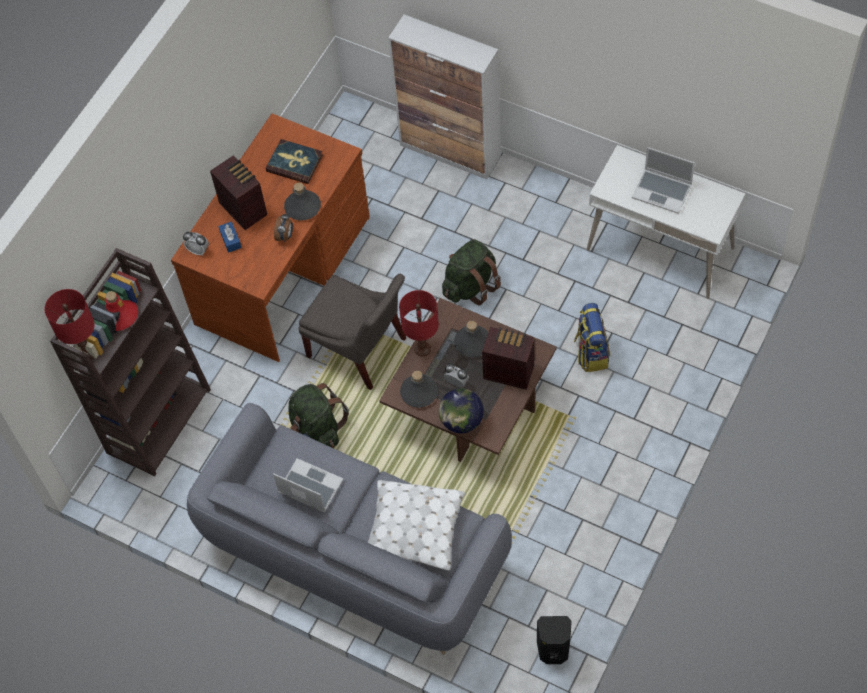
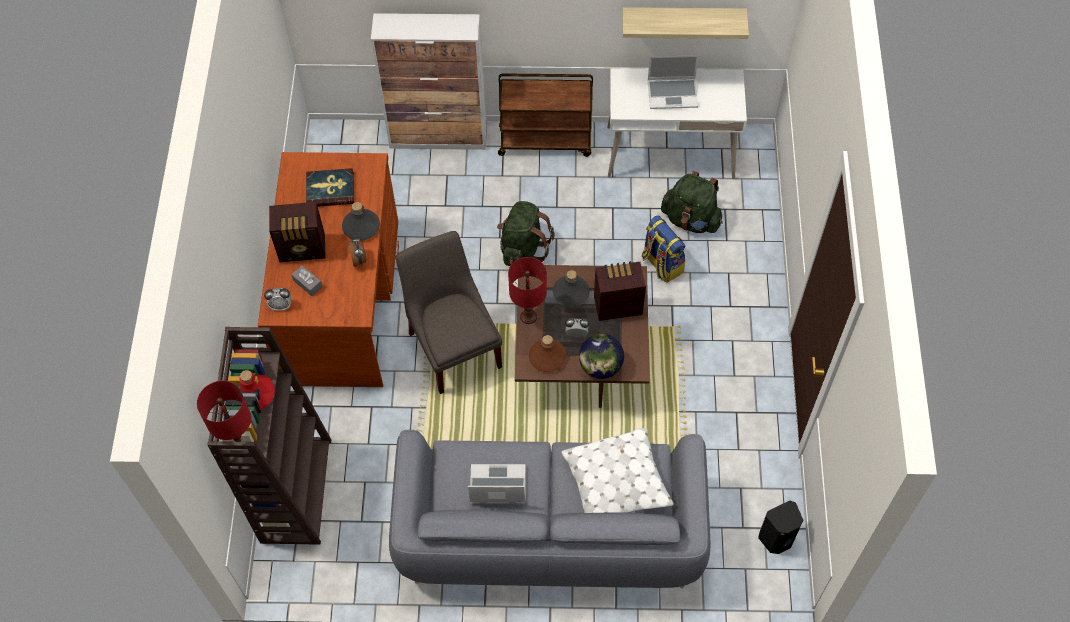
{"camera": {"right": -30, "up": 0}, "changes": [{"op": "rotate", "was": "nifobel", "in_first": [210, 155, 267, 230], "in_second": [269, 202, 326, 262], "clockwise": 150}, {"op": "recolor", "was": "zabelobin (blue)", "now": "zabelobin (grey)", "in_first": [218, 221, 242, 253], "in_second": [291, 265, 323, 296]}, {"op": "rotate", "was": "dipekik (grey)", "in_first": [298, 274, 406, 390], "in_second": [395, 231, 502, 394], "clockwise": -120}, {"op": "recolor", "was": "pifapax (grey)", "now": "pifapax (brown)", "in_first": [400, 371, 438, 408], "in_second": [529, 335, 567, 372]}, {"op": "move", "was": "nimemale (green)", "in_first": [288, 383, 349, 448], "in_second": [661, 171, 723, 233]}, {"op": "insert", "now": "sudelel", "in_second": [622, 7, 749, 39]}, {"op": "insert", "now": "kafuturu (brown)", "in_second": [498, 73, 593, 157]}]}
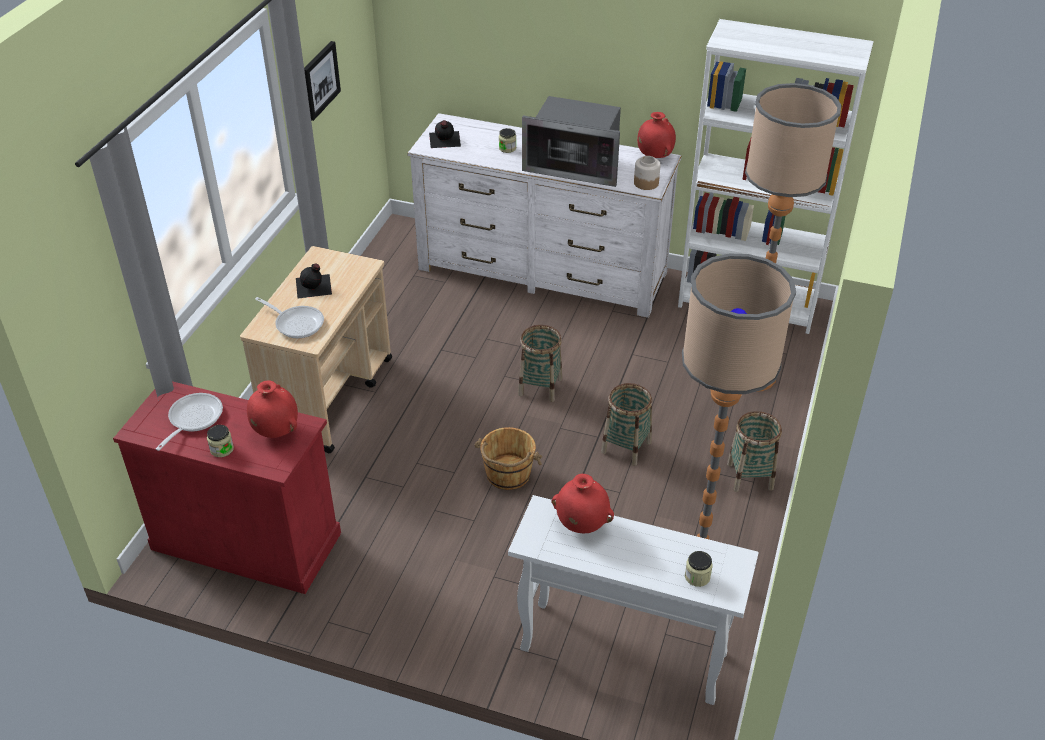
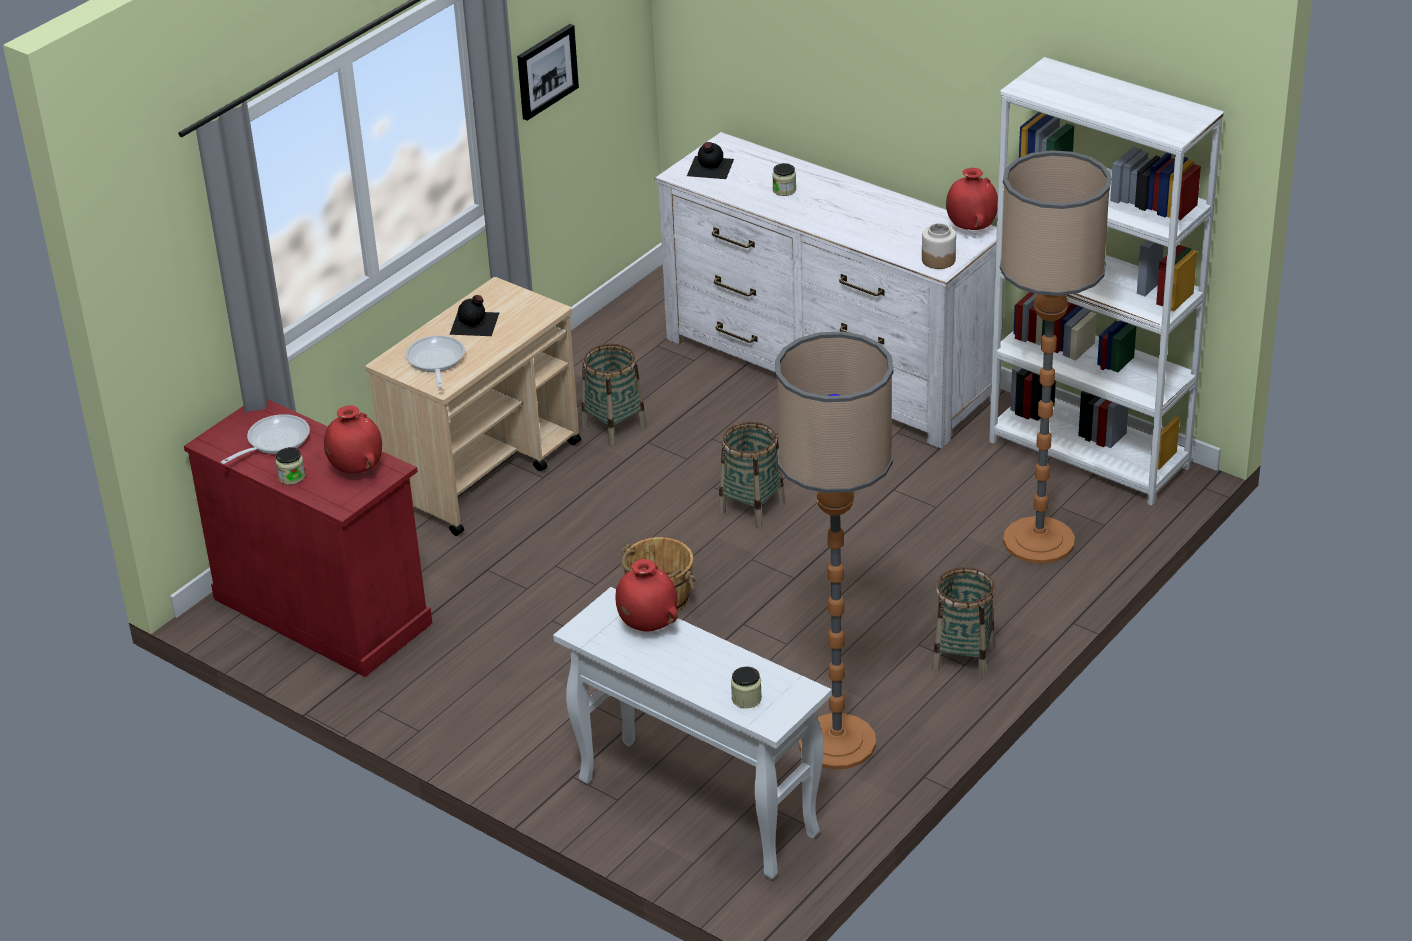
{"camera": {"right": 20, "up": -5}, "changes": [{"op": "delete", "was": "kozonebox", "in_first": [522, 96, 621, 187]}, {"op": "rotate", "was": "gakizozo", "in_first": [255, 297, 324, 338], "in_second": [406, 336, 465, 388], "clockwise": -150}, {"op": "move", "was": "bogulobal", "in_first": [601, 383, 652, 466], "in_second": [582, 344, 647, 446]}]}
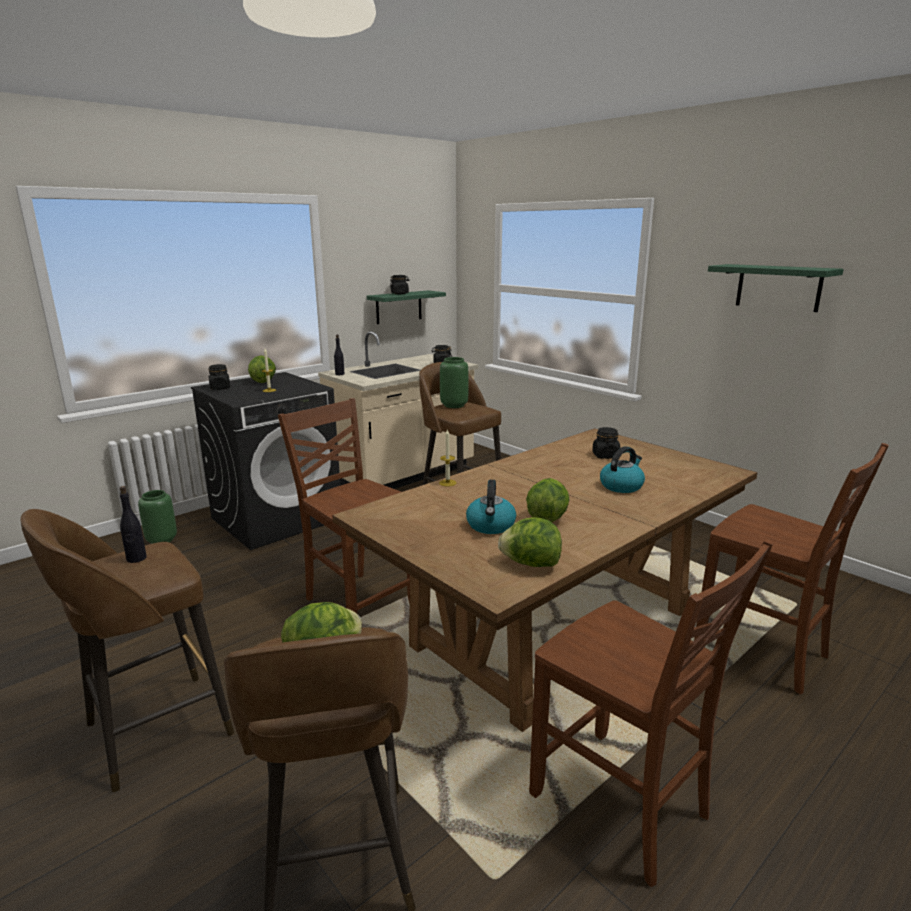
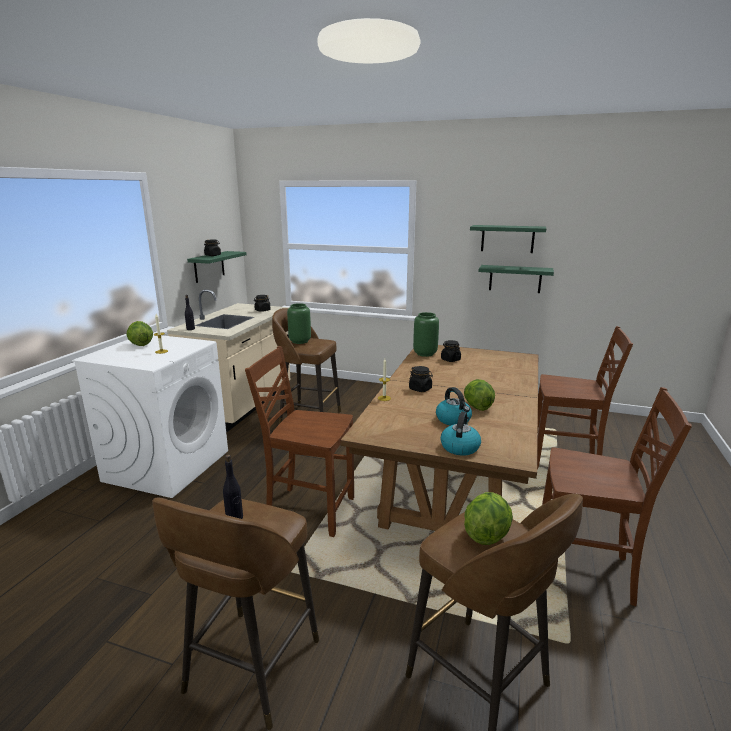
{"camera": {"right": -30, "up": 0}, "changes": [{"op": "move", "was": "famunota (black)", "in_first": [208, 364, 230, 390], "in_second": [409, 366, 433, 392]}, {"op": "recolor", "was": "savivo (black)", "now": "savivo (white)", "in_first": [191, 372, 341, 550], "in_second": [72, 335, 228, 498]}, {"op": "move", "was": "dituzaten", "in_first": [600, 446, 645, 493], "in_second": [440, 412, 481, 456]}, {"op": "move", "was": "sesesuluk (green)", "in_first": [138, 490, 177, 544], "in_second": [413, 312, 439, 357]}, {"op": "delete", "was": "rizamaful", "in_first": [498, 518, 562, 567]}, {"op": "insert", "now": "sudelel (green)", "in_second": [478, 265, 554, 293]}]}
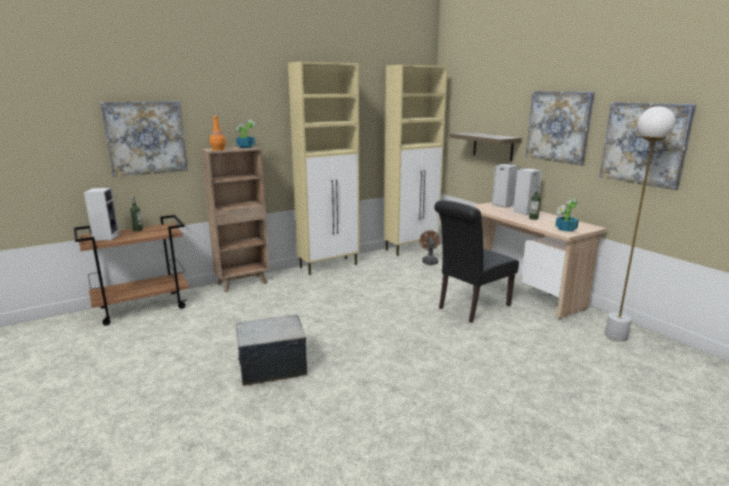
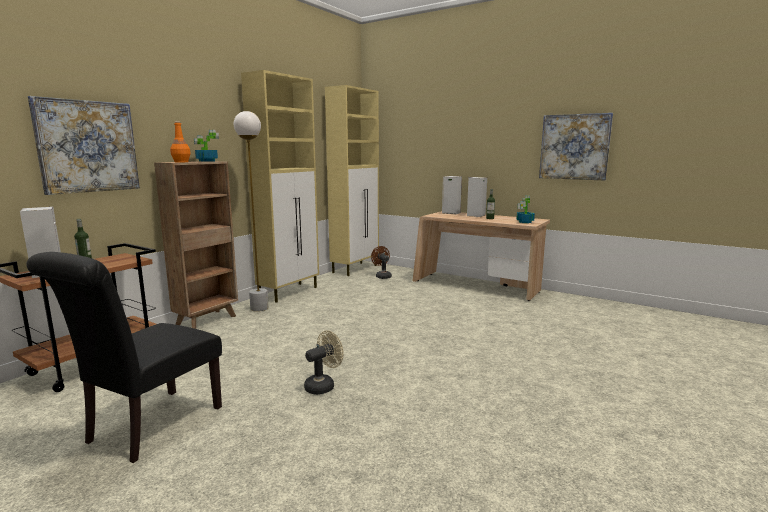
{"camera": {"right": -25, "up": -5}, "changes": [{"op": "delete", "was": "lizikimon", "in_first": [526, 91, 595, 166]}, {"op": "move", "was": "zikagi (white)", "in_first": [605, 106, 676, 342], "in_second": [234, 111, 269, 312]}, {"op": "delete", "was": "sudelel", "in_first": [450, 132, 521, 161]}, {"op": "move", "was": "dipekik (black)", "in_first": [434, 200, 519, 323], "in_second": [26, 252, 222, 463]}, {"op": "replace", "was": "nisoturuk", "now": "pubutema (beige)", "in_first": [236, 315, 307, 386], "in_second": [304, 331, 344, 395]}]}
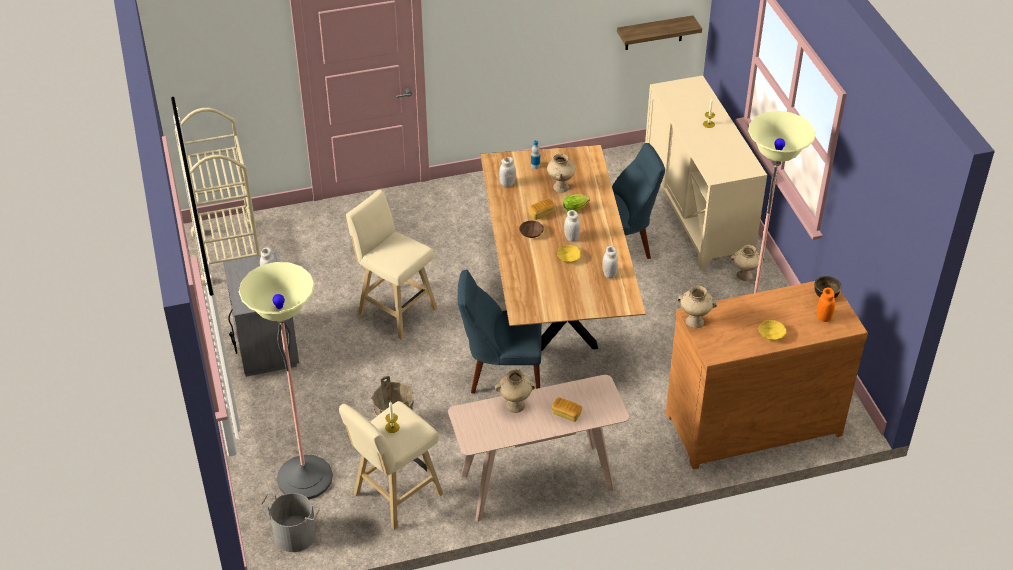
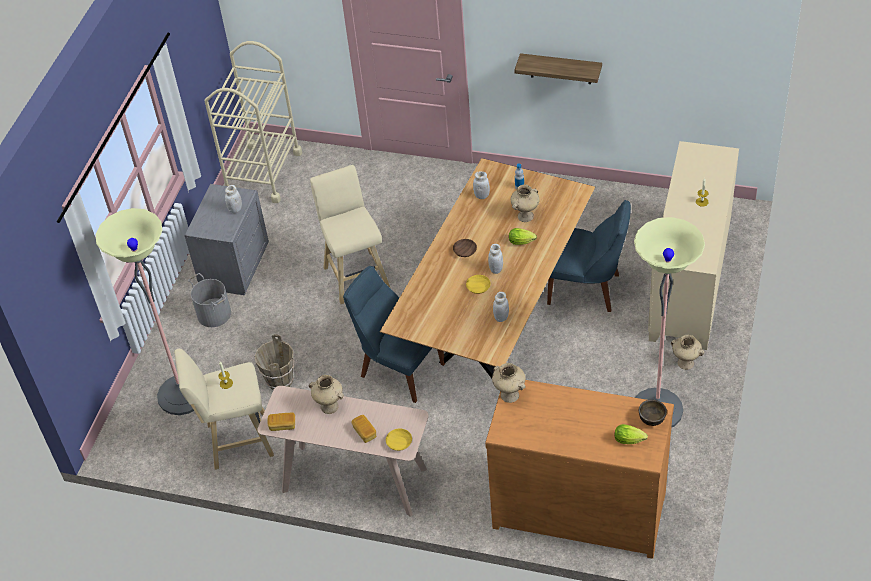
{"camera": {"right": 35, "up": 5}, "changes": [{"op": "move", "was": "sudelel", "in_first": [617, 15, 702, 50], "in_second": [514, 53, 602, 84]}, {"op": "move", "was": "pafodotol", "in_first": [528, 199, 555, 220], "in_second": [267, 413, 295, 431]}, {"op": "replace", "was": "famunota (orange)", "now": "rizamaful", "in_first": [817, 288, 835, 322], "in_second": [615, 424, 648, 444]}, {"op": "move", "was": "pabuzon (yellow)", "in_first": [759, 320, 786, 341], "in_second": [386, 428, 412, 451]}, {"op": "move", "was": "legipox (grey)", "in_first": [261, 493, 320, 552], "in_second": [188, 273, 231, 327]}]}
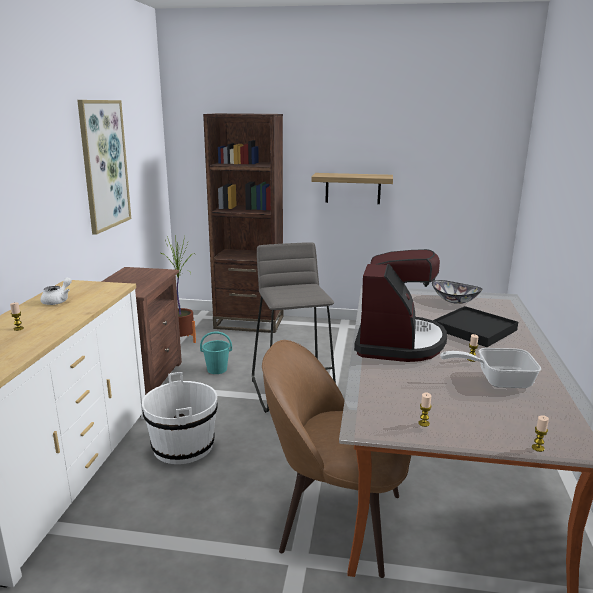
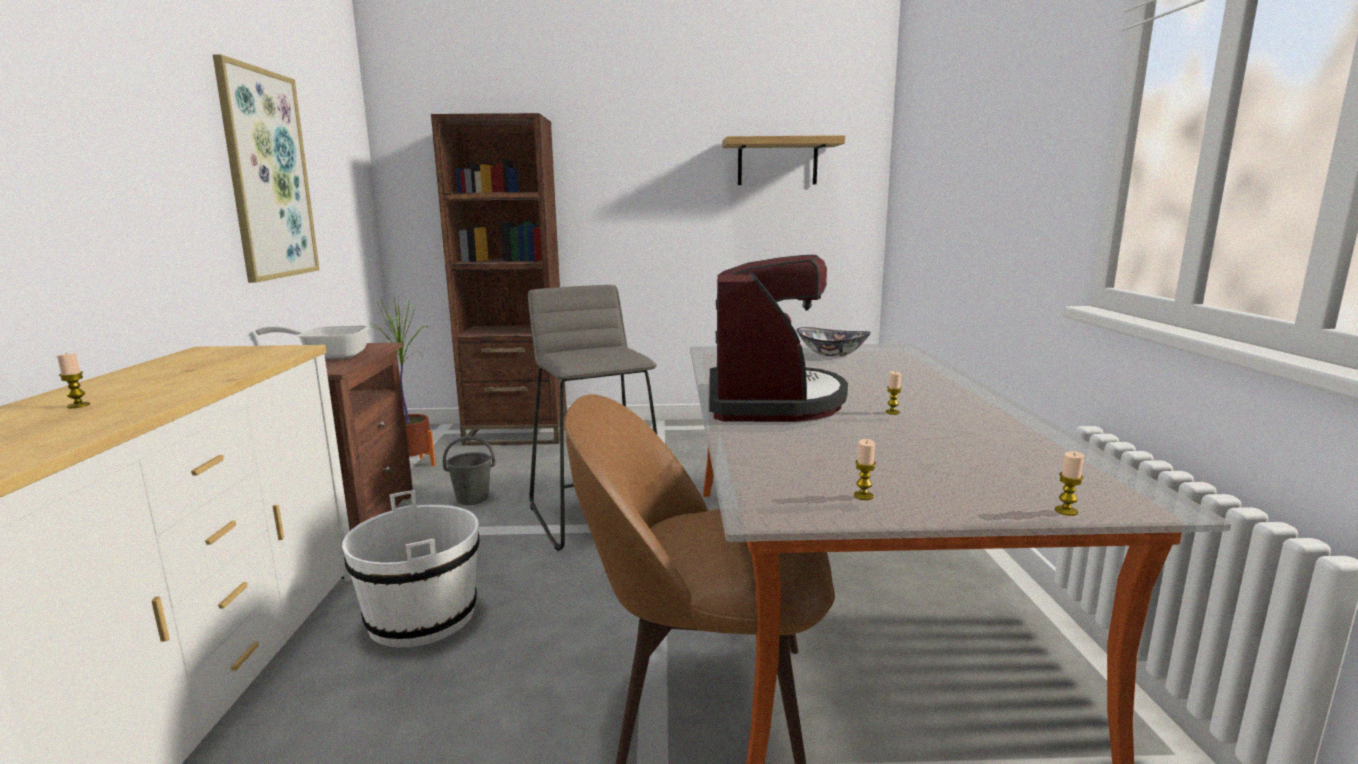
{"camera": {"right": -10, "up": -5}, "changes": [{"op": "move", "was": "sudelel", "in_first": [311, 173, 393, 204], "in_second": [722, 135, 845, 185]}, {"op": "delete", "was": "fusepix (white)", "in_first": [40, 277, 72, 305]}, {"op": "delete", "was": "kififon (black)", "in_first": [433, 306, 518, 347]}, {"op": "recolor", "was": "legipox (turquoise)", "now": "legipox (grey)", "in_first": [200, 331, 232, 374], "in_second": [443, 436, 496, 505]}, {"op": "move", "was": "gakizozo", "in_first": [440, 348, 541, 388], "in_second": [255, 325, 369, 360]}]}
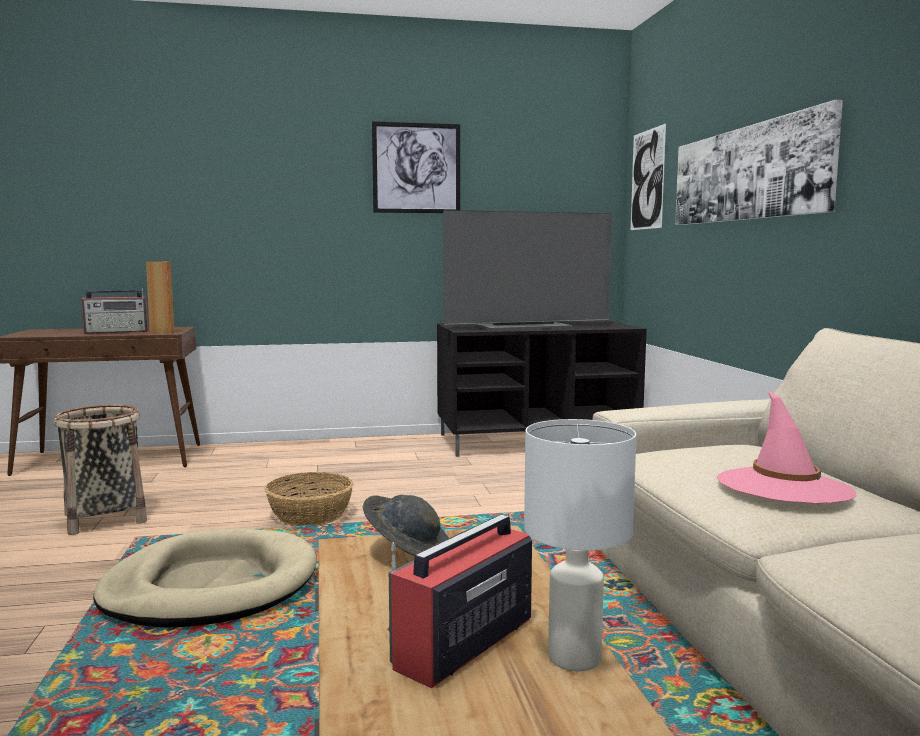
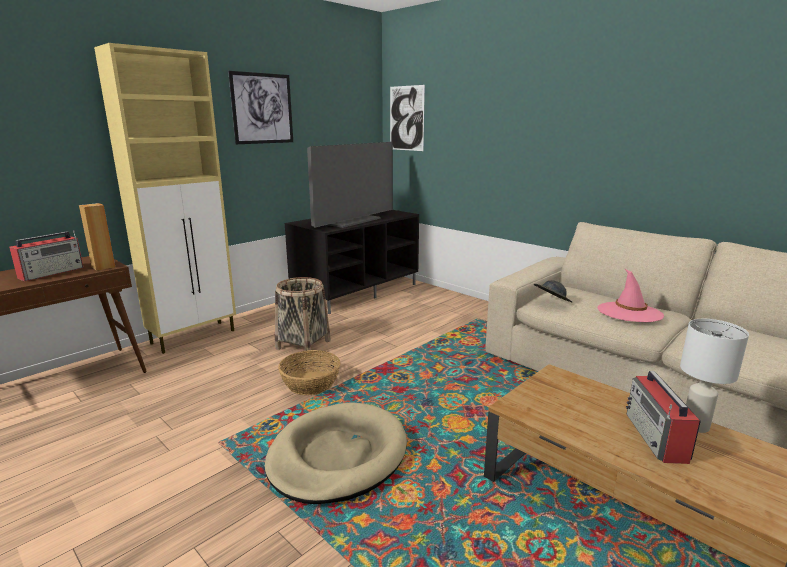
{"camera": {"right": -35, "up": 10}, "changes": [{"op": "delete", "was": "lizikimon", "in_first": [675, 100, 843, 225]}, {"op": "move", "was": "bogulobal", "in_first": [54, 405, 147, 535], "in_second": [275, 277, 331, 351]}, {"op": "move", "was": "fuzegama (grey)", "in_first": [363, 495, 449, 556], "in_second": [534, 280, 572, 303]}, {"op": "insert", "now": "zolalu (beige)", "in_second": [94, 43, 236, 354]}]}
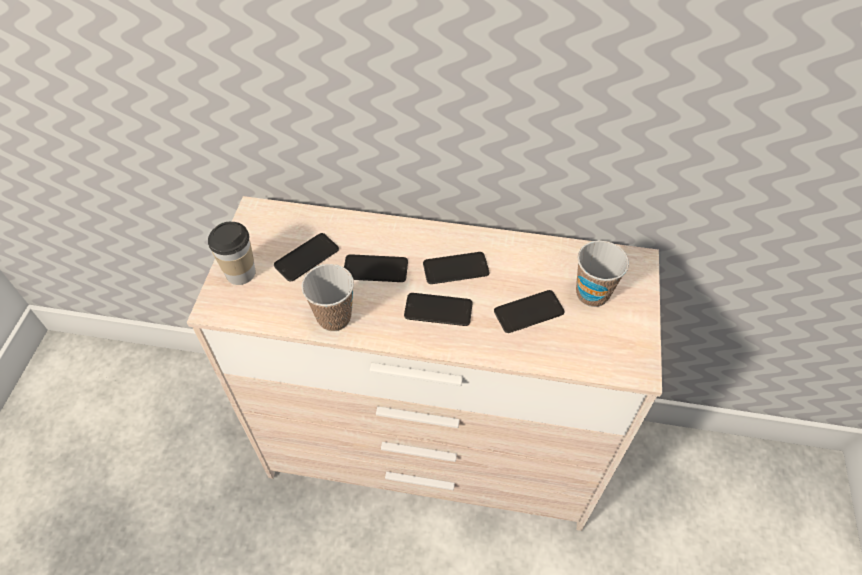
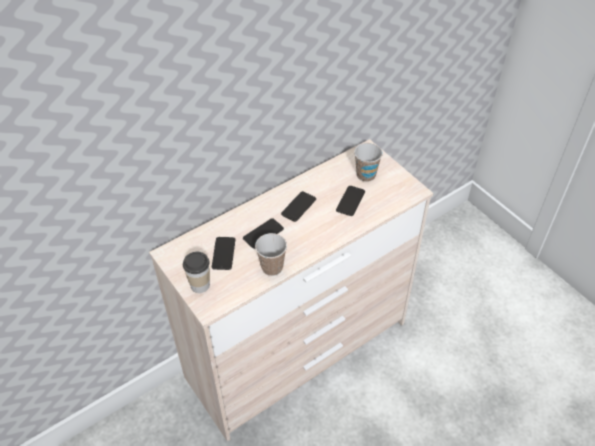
{"camera": {"right": -45, "up": -5}, "changes": [{"op": "delete", "was": "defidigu", "in_first": [404, 293, 473, 326]}]}
